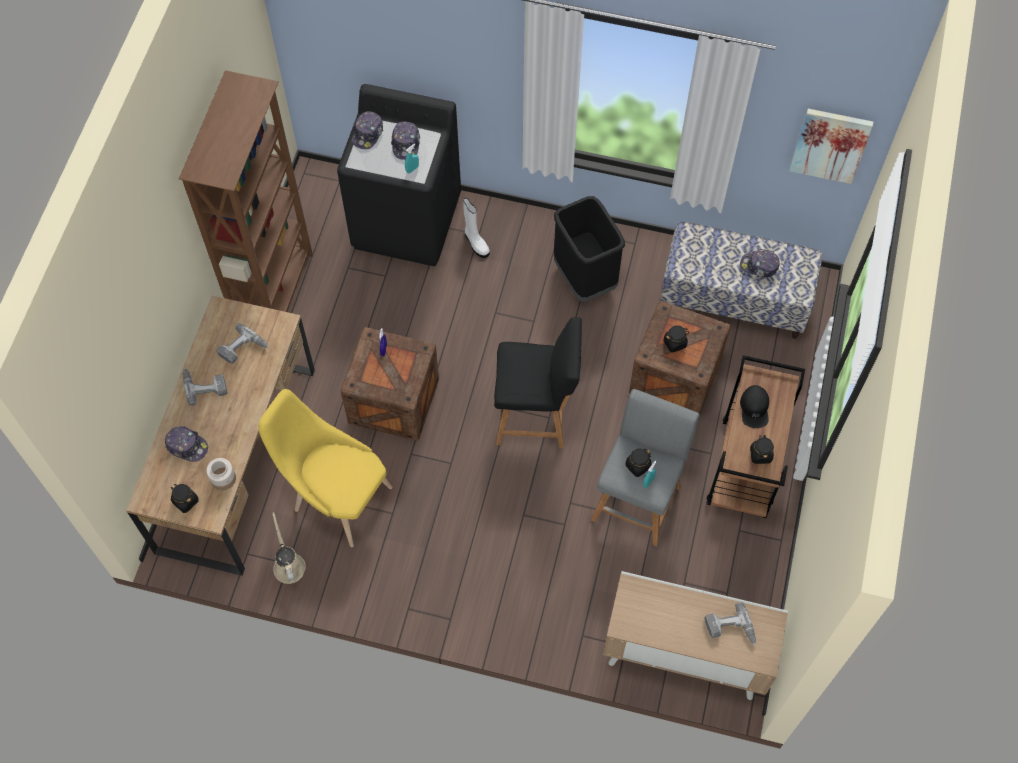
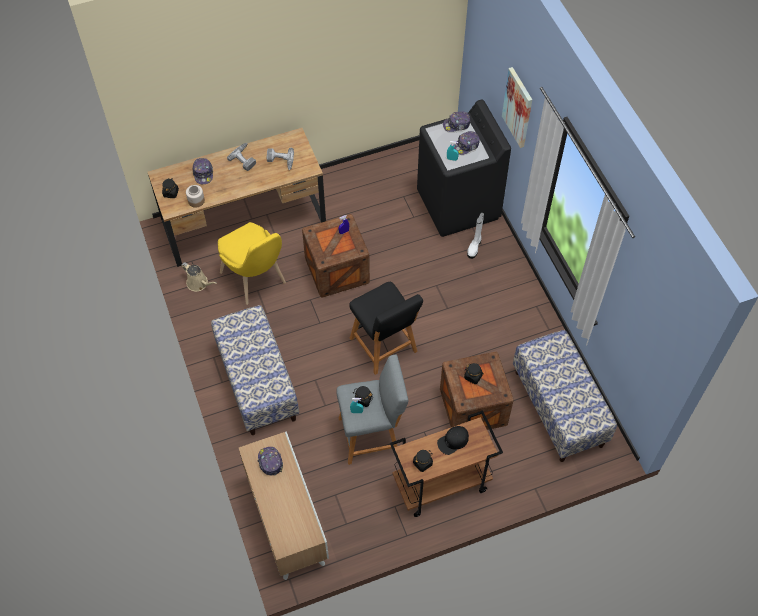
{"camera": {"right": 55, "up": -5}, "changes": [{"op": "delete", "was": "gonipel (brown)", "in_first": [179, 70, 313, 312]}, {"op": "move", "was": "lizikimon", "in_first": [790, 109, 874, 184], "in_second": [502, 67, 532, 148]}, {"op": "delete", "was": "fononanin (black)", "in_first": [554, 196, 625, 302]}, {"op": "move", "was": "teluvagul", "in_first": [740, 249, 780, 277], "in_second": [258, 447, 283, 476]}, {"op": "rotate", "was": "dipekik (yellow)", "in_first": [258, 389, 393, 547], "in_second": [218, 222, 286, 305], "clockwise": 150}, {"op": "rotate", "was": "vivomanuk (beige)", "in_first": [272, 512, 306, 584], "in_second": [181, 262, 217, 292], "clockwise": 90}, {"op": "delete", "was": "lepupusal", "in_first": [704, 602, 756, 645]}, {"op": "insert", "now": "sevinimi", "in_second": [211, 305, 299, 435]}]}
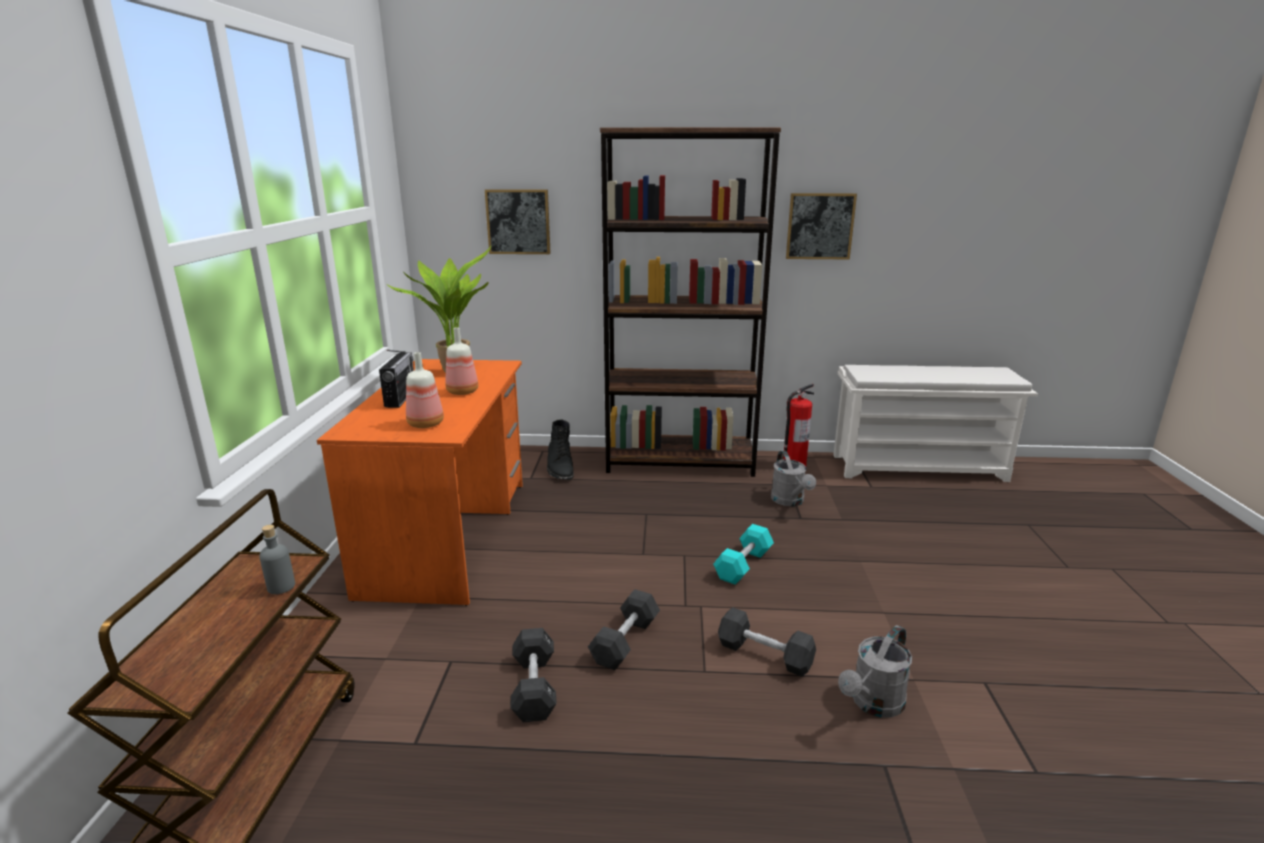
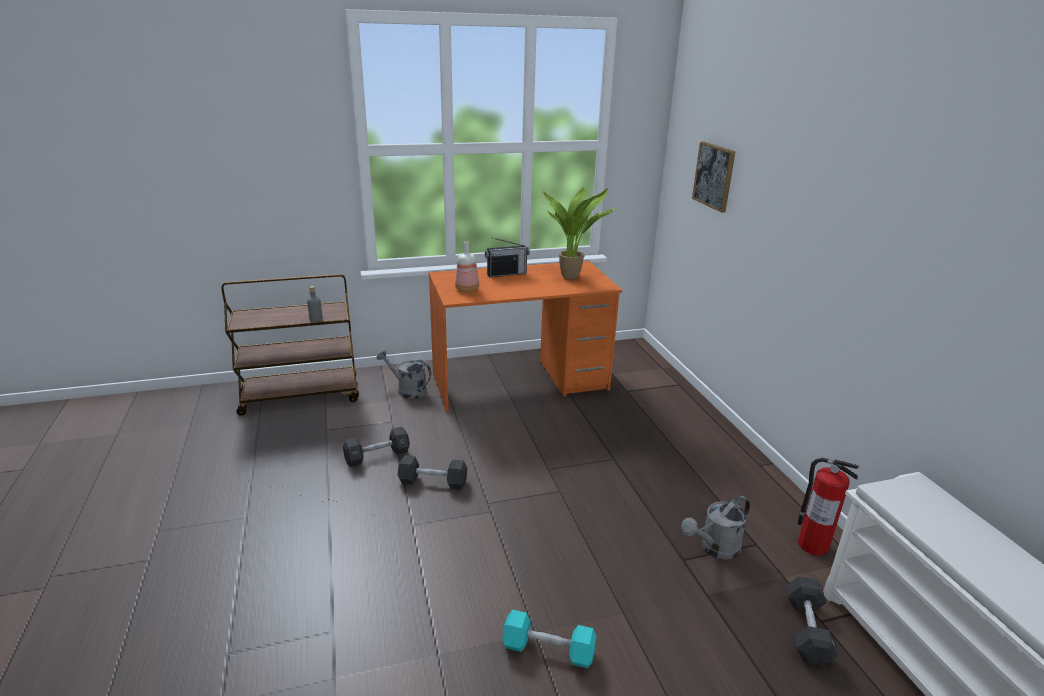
{"camera": {"right": 70, "up": 5}, "changes": [{"op": "delete", "was": "gonipel (brown)", "in_first": [600, 127, 781, 477]}, {"op": "delete", "was": "lizikimon", "in_first": [786, 193, 857, 260]}, {"op": "delete", "was": "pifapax", "in_first": [445, 327, 478, 395]}, {"op": "delete", "was": "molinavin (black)", "in_first": [547, 419, 574, 479]}, {"op": "move", "was": "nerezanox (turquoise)", "in_first": [713, 524, 774, 585], "in_second": [502, 610, 596, 668]}, {"op": "move", "was": "nerezanox (black)", "in_first": [718, 607, 816, 677], "in_second": [786, 576, 839, 666]}, {"op": "move", "was": "vivomanuk (grey)", "in_first": [838, 625, 912, 718], "in_second": [377, 350, 431, 399]}]}
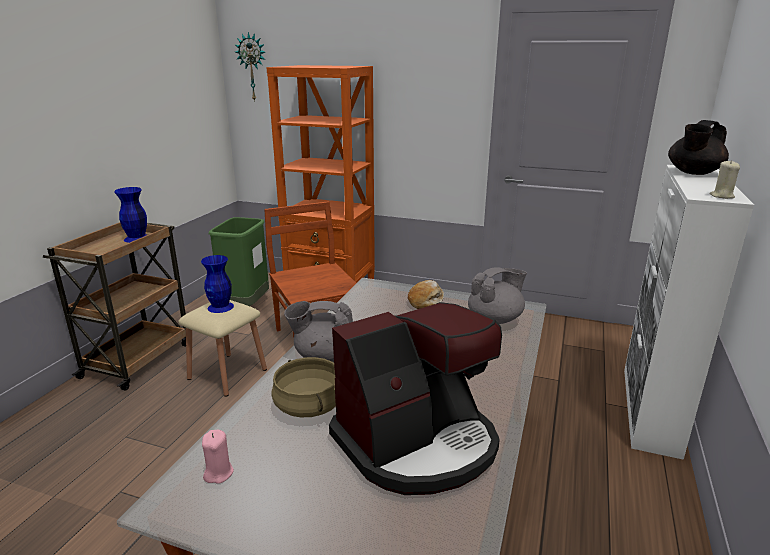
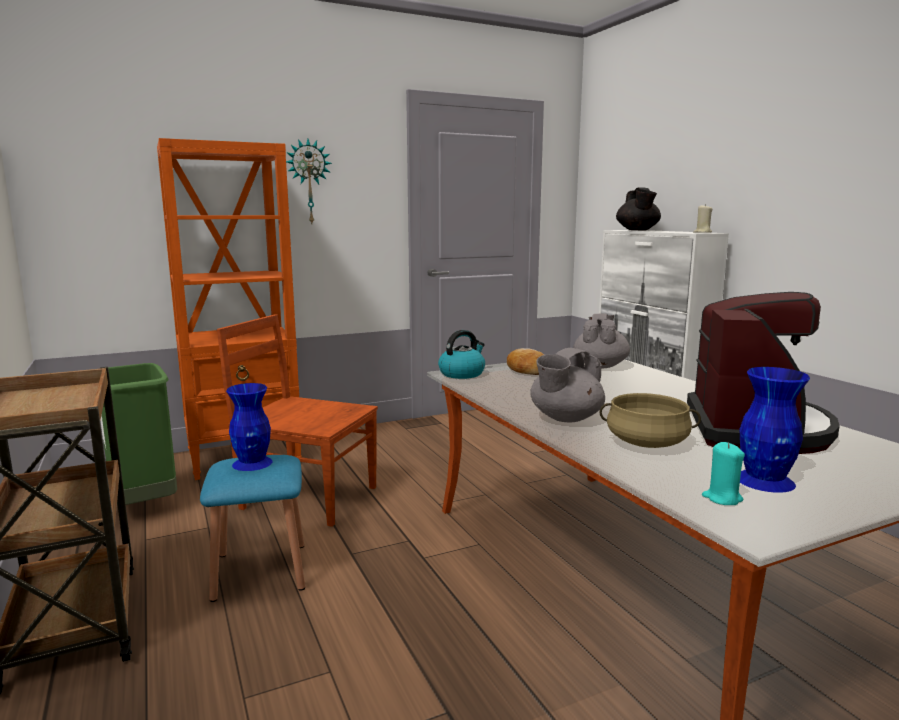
{"camera": {"right": -45, "up": -10}, "changes": [{"op": "move", "was": "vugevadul", "in_first": [235, 32, 265, 102], "in_second": [286, 139, 332, 224]}, {"op": "move", "was": "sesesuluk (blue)", "in_first": [114, 187, 147, 243], "in_second": [740, 367, 810, 493]}, {"op": "recolor", "was": "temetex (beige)", "now": "temetex (blue)", "in_first": [178, 300, 267, 397], "in_second": [200, 455, 305, 602]}, {"op": "recolor", "was": "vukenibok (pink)", "now": "vukenibok (turquoise)", "in_first": [202, 430, 234, 484], "in_second": [702, 442, 745, 505]}, {"op": "insert", "now": "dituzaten", "in_second": [438, 330, 485, 379]}]}
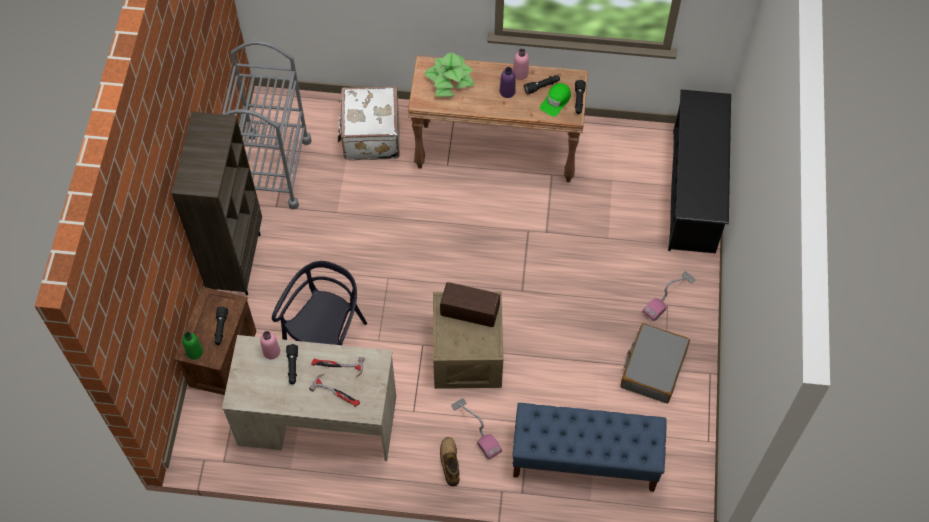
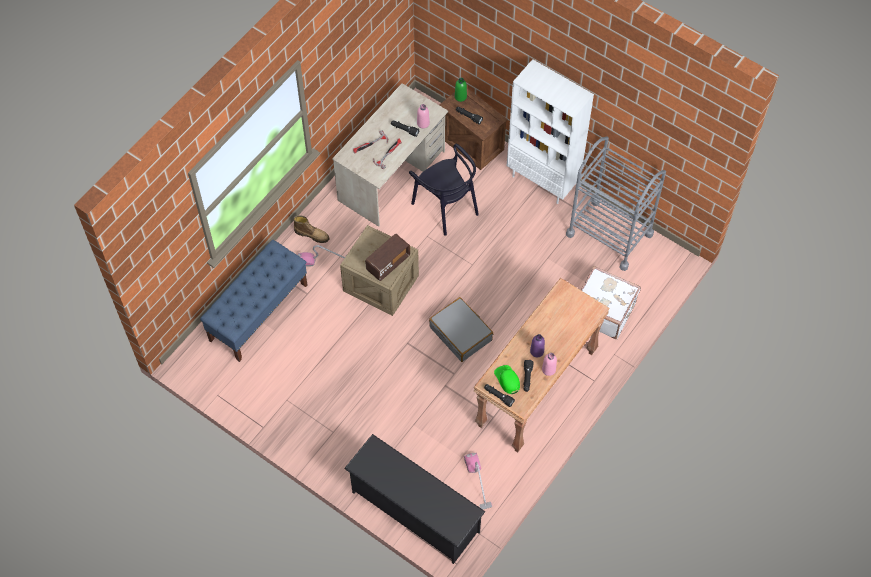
{"camera": {"right": 120, "up": 0}, "changes": [{"op": "delete", "was": "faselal", "in_first": [424, 52, 474, 97]}, {"op": "recolor", "was": "gonipel (brown)", "now": "gonipel (white)", "in_first": [171, 112, 262, 295], "in_second": [507, 59, 594, 204]}, {"op": "move", "was": "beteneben", "in_first": [642, 271, 696, 321], "in_second": [464, 453, 492, 510]}, {"op": "move", "was": "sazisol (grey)", "in_first": [620, 323, 690, 403], "in_second": [429, 297, 493, 362]}]}
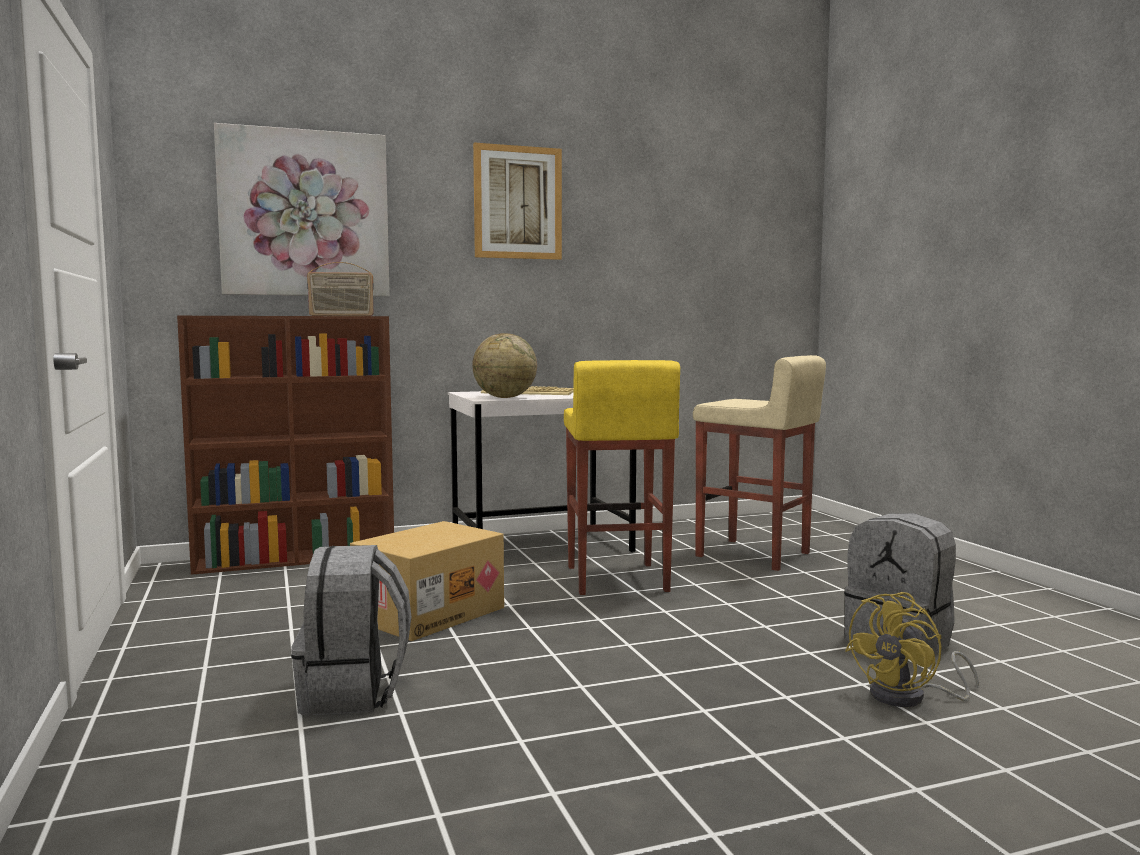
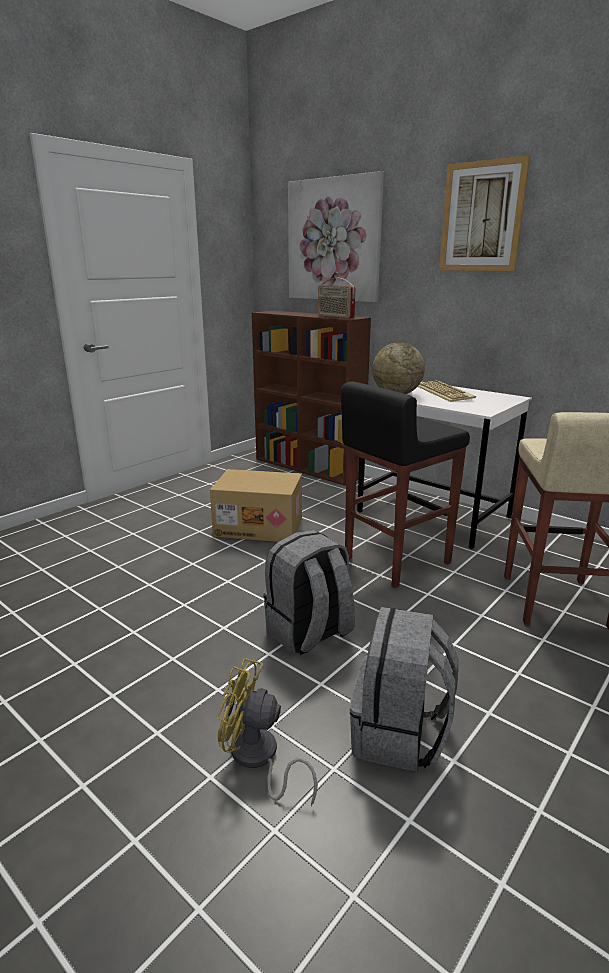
{"camera": {"right": 60, "up": 15}, "changes": [{"op": "recolor", "was": "temetex (yellow)", "now": "temetex (black)", "in_first": [564, 360, 680, 595], "in_second": [341, 381, 470, 588]}, {"op": "move", "was": "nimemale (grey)", "in_first": [291, 545, 411, 715], "in_second": [263, 530, 355, 655]}]}
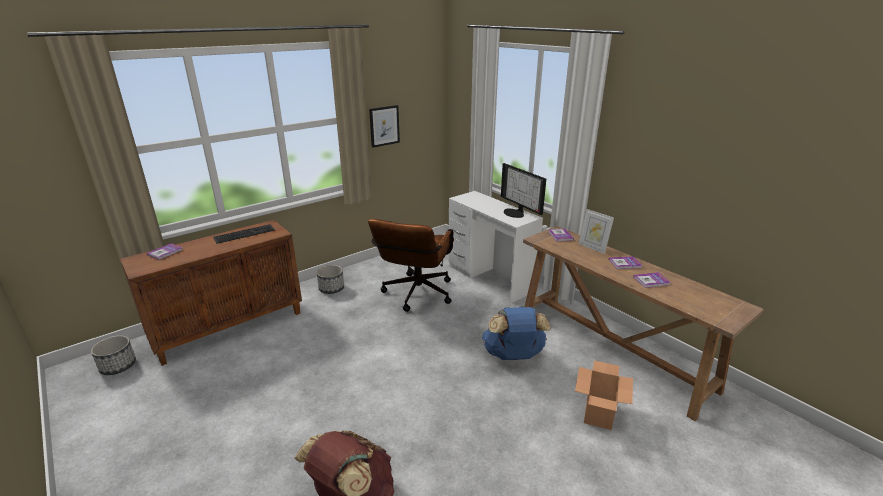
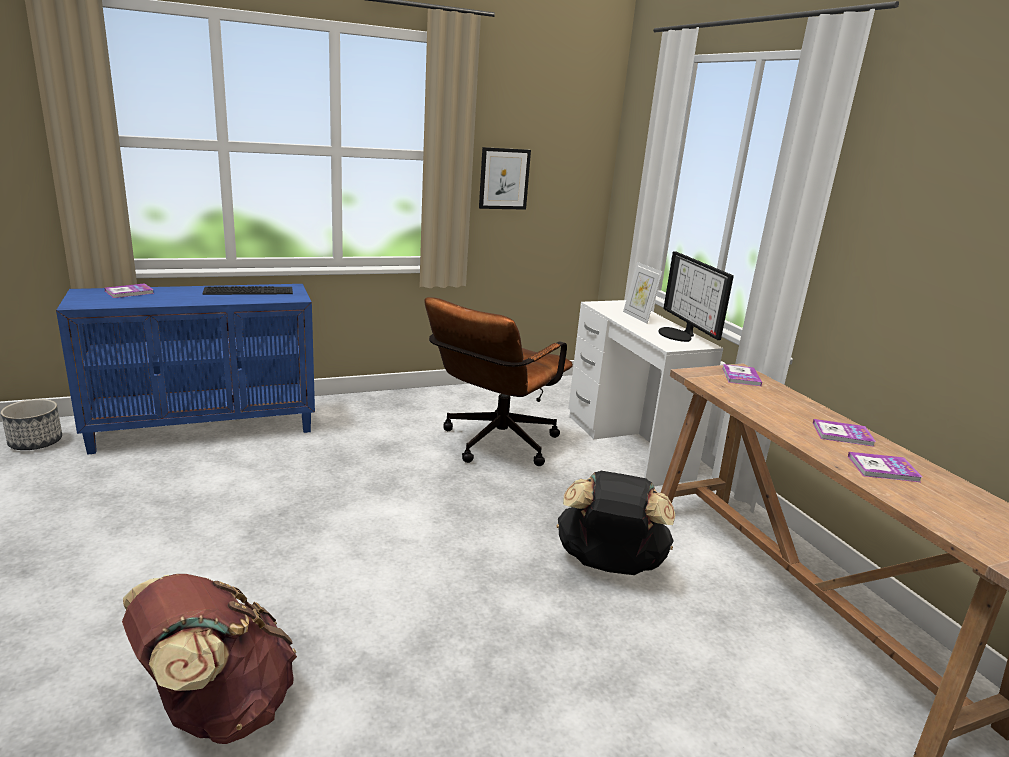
{"camera": {"right": 15, "up": -5}, "changes": [{"op": "move", "was": "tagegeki", "in_first": [579, 209, 614, 254], "in_second": [623, 262, 663, 323]}, {"op": "recolor", "was": "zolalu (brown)", "now": "zolalu (blue)", "in_first": [120, 220, 302, 366], "in_second": [56, 284, 315, 455]}, {"op": "delete", "was": "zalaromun", "in_first": [317, 265, 344, 294]}, {"op": "recolor", "was": "nimemale (blue)", "now": "nimemale (black)", "in_first": [482, 306, 551, 360], "in_second": [557, 471, 675, 575]}, {"op": "delete", "was": "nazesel", "in_first": [575, 361, 633, 430]}]}
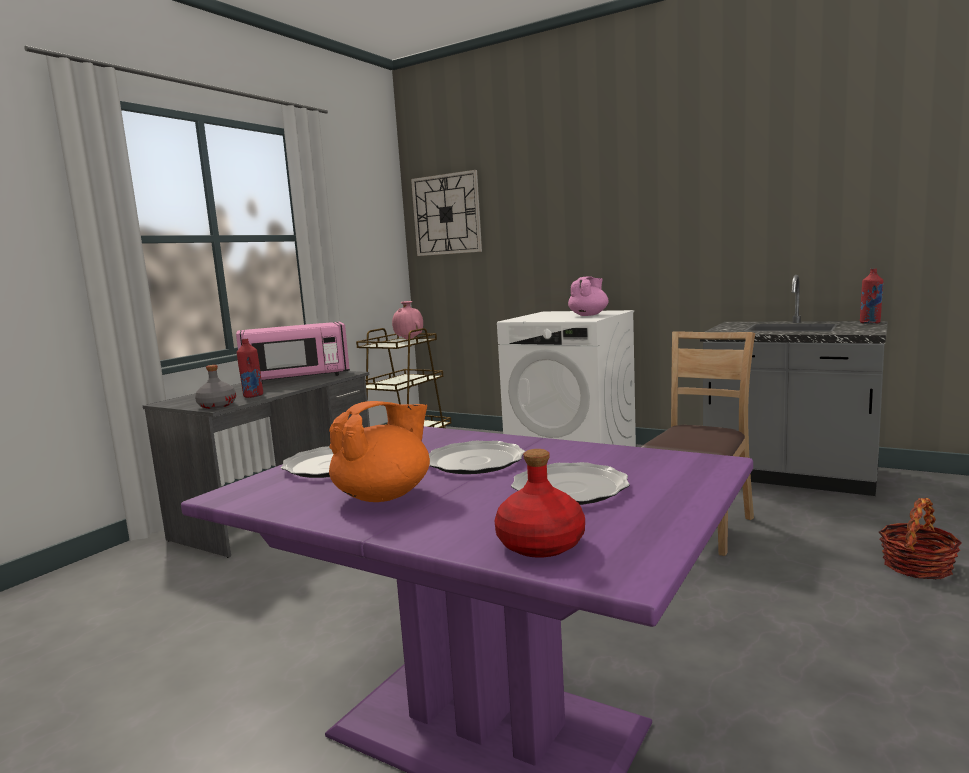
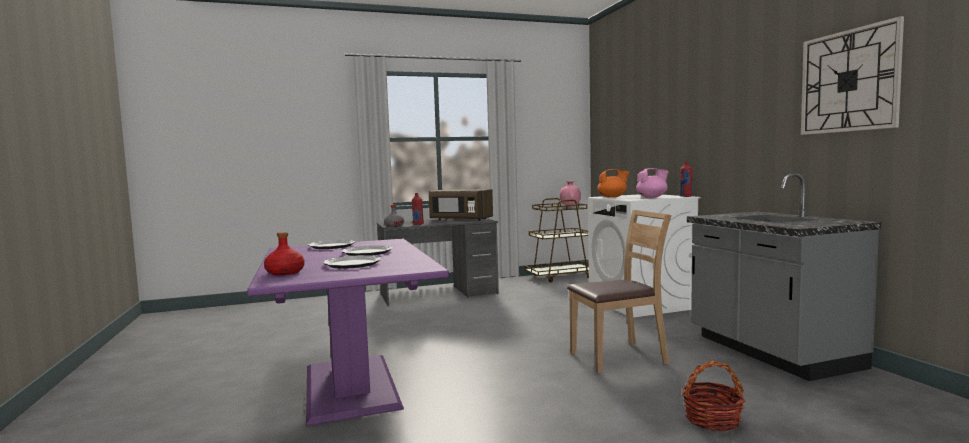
{"camera": {"right": 40, "up": -5}, "changes": [{"op": "move", "was": "vugevadul", "in_first": [411, 170, 482, 256], "in_second": [801, 16, 904, 135]}, {"op": "move", "was": "pifapax (red)", "in_first": [860, 269, 883, 323], "in_second": [679, 161, 693, 197]}, {"op": "recolor", "was": "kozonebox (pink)", "now": "kozonebox (brown)", "in_first": [236, 322, 350, 384], "in_second": [429, 189, 493, 221]}, {"op": "move", "was": "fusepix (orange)", "in_first": [329, 401, 430, 502], "in_second": [597, 169, 629, 197]}]}
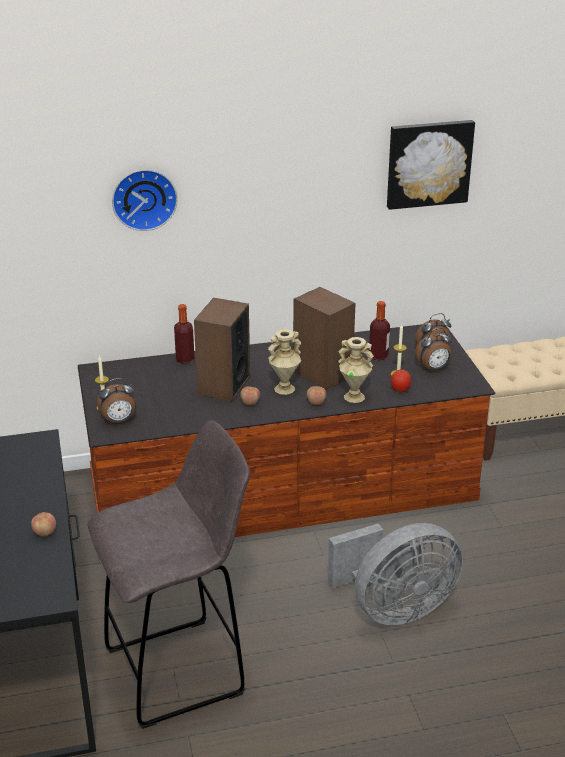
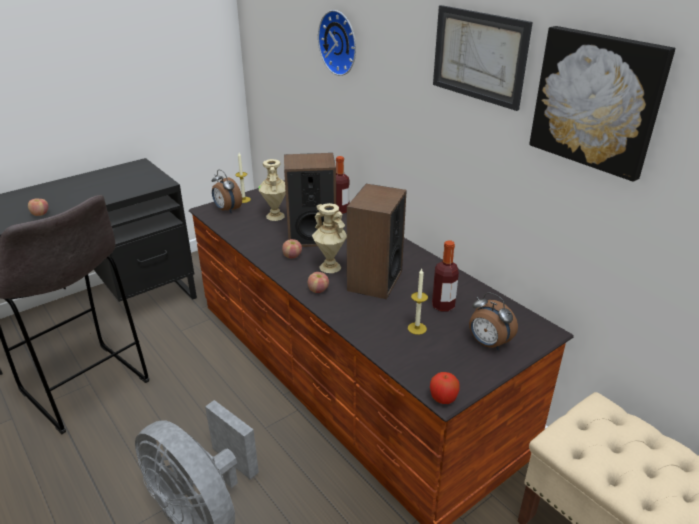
{"camera": {"right": 65, "up": 0}, "changes": [{"op": "delete", "was": "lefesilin", "in_first": [415, 328, 452, 371]}, {"op": "move", "was": "sesesuluk (beige)", "in_first": [338, 337, 374, 403], "in_second": [258, 159, 286, 221]}, {"op": "move", "was": "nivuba", "in_first": [391, 369, 411, 392], "in_second": [430, 372, 460, 404]}, {"op": "insert", "now": "lizikimon", "in_second": [433, 5, 533, 111]}]}
